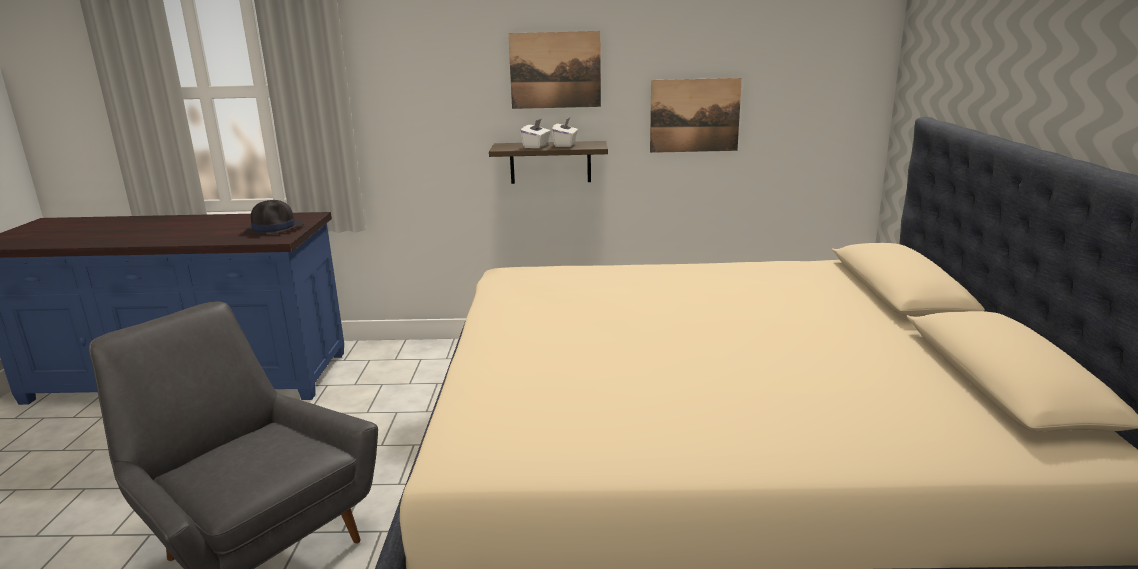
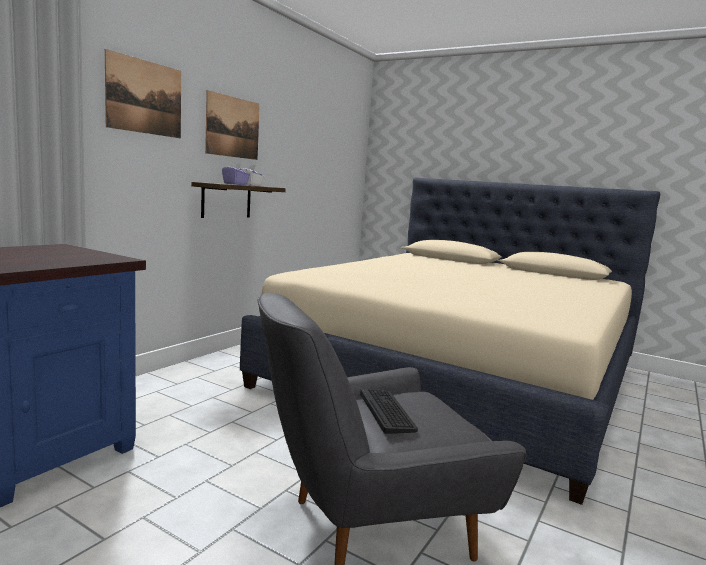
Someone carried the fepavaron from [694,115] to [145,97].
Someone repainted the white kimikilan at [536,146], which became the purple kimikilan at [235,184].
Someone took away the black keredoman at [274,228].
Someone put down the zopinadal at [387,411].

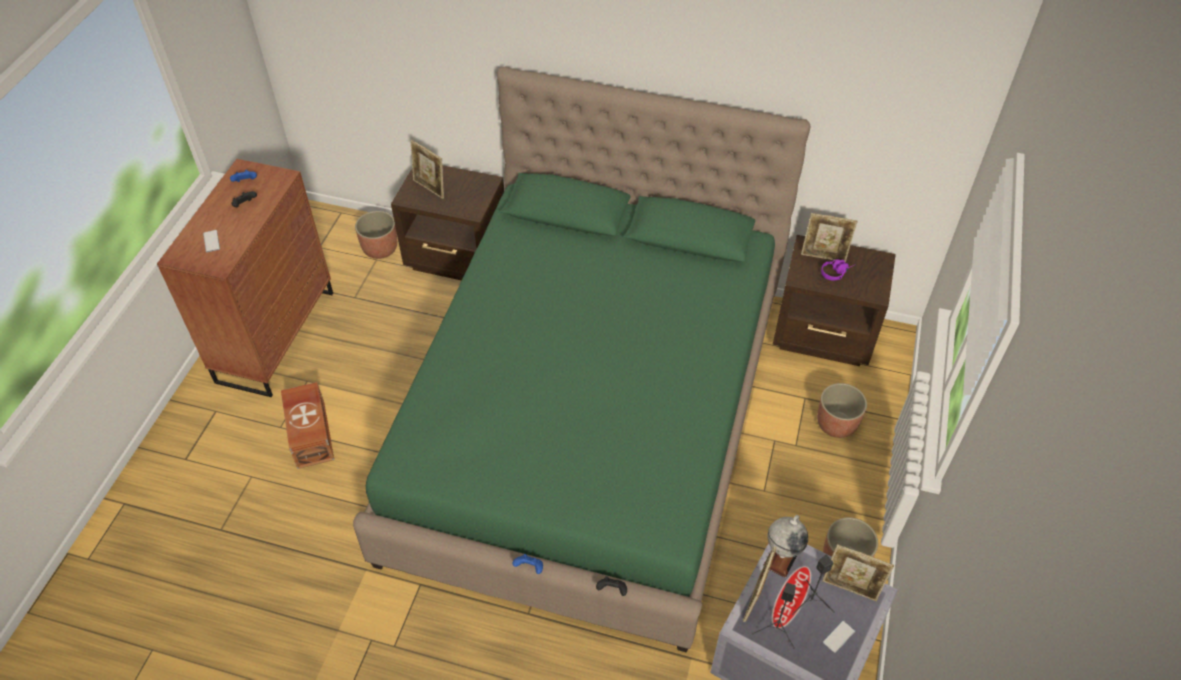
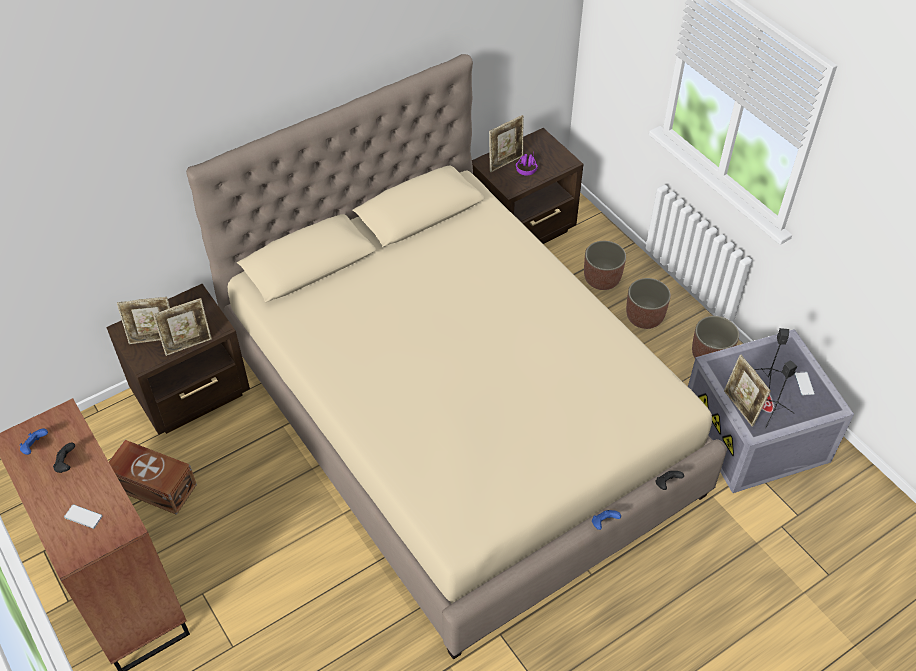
Someone repainted the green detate at [591,421], which became the beige detate at [457,416].
Someone carried the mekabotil from [380,248] to [644,317].
Someone carried the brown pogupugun from [312,434] to [154,485].
Someone took away the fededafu at [781,557].
Someone carried the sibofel from [850,588] to [188,345].

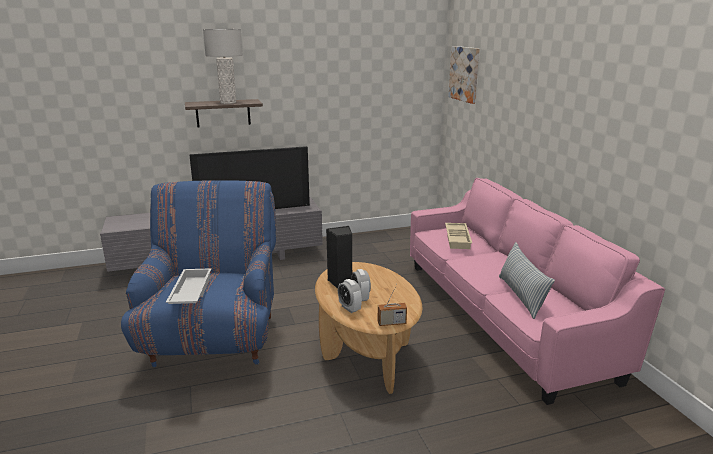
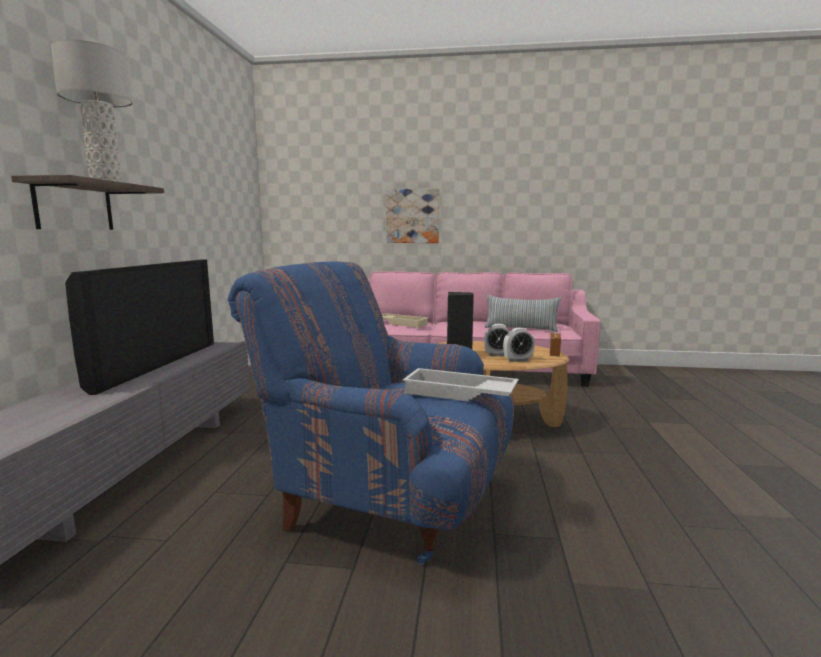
Someone carried the fepavaron from [464,74] to [412,216].

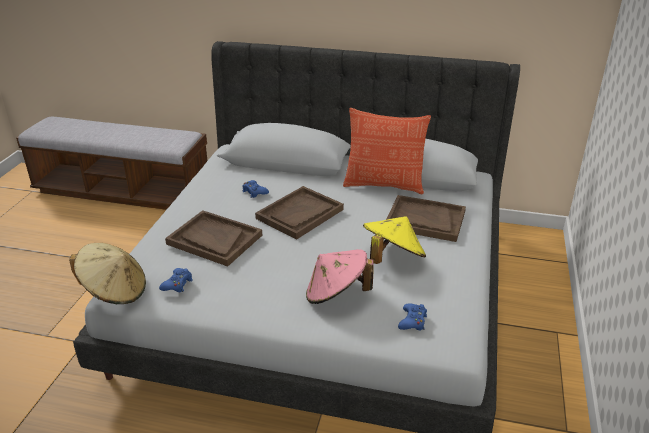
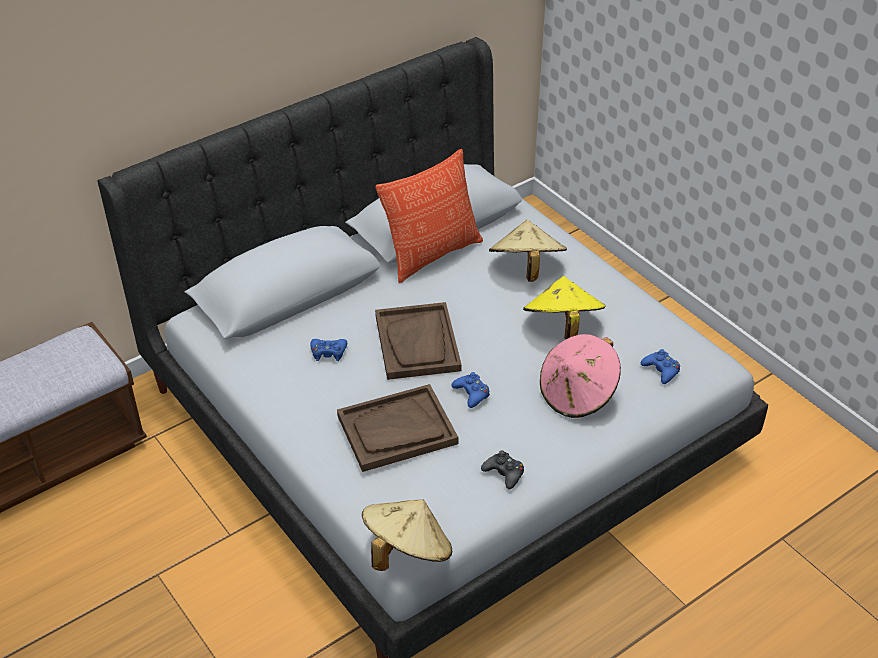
Someone swapped the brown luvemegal at [425,220] for the beige keredoman at [526,268].
Someone carried the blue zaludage from [177,284] to [471,393].
Someone put down the black zaludage at [504,473].

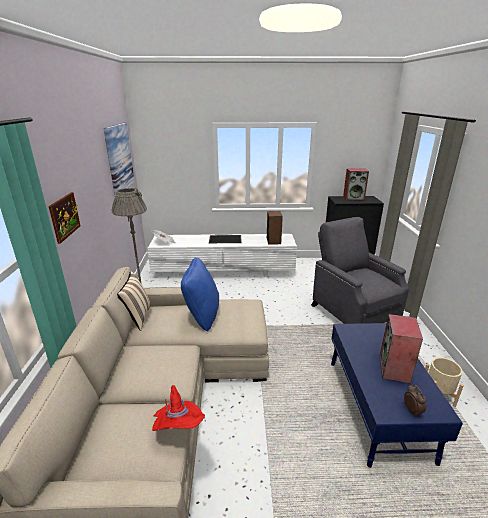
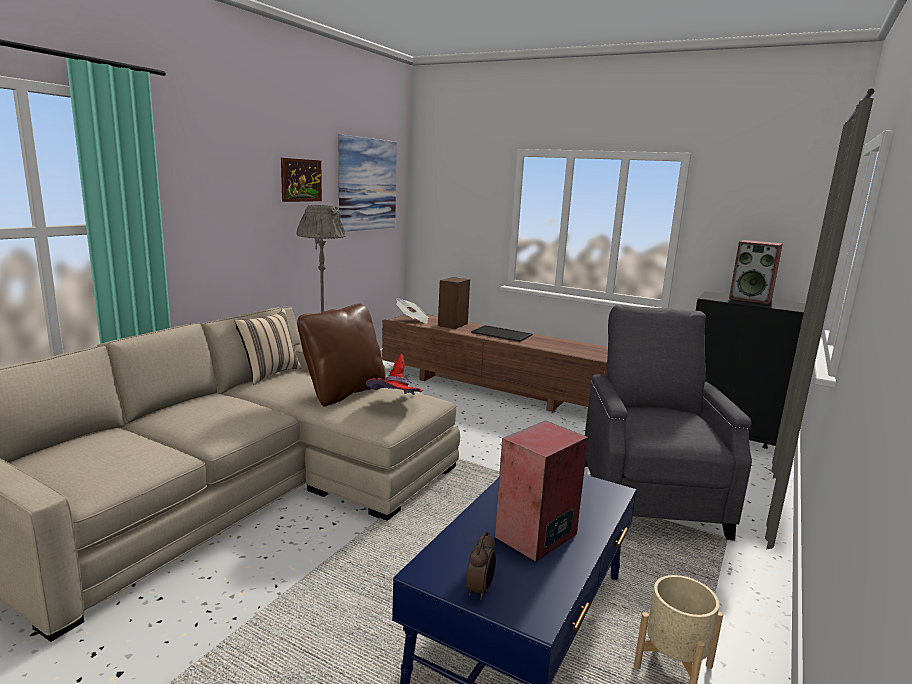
Someone carried the fepavaron from [64,217] to [301,180].
Someone carried the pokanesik from [273,241] to [453,324].
Someone repainted the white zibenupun at [224,271], which became the brown zibenupun at [493,388].
Someone repainted the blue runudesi at [202,315], which became the brown runudesi at [344,392].
Someone carried the red keredoman from [179,428] to [396,407].

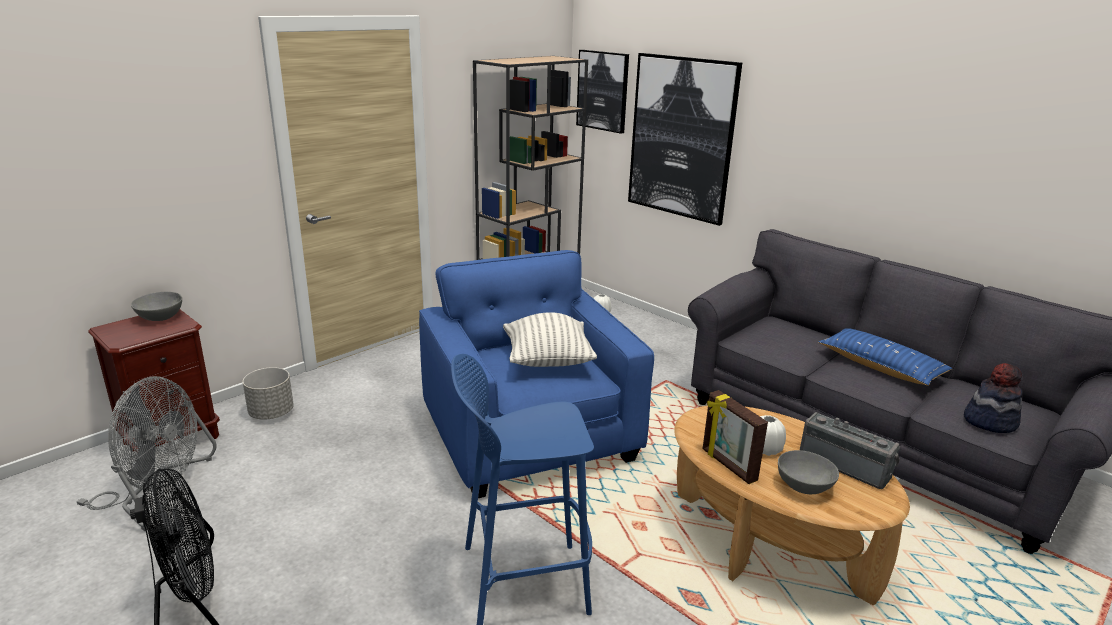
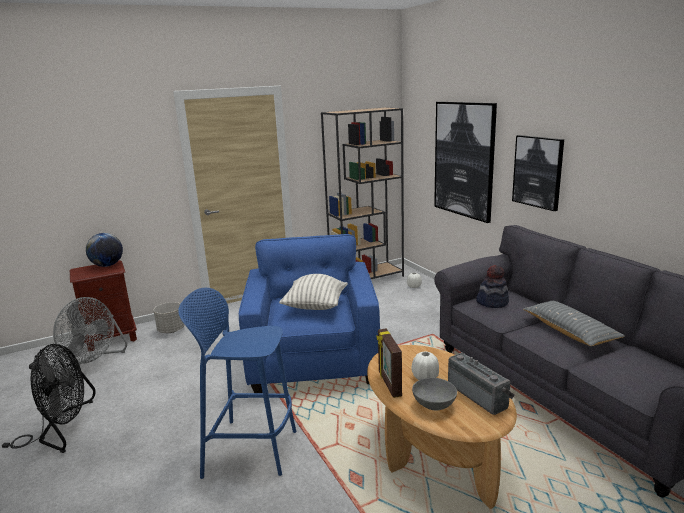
Someone carried the fepavaron from [603,91] to [538,171].
Someone swapped the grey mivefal at [160,317] for the fededafu at [107,265].
Someone repainted the blue runudesi at [880,366], which became the grey runudesi at [569,331].
Someone carried the keredoman from [989,421] to [492,302].

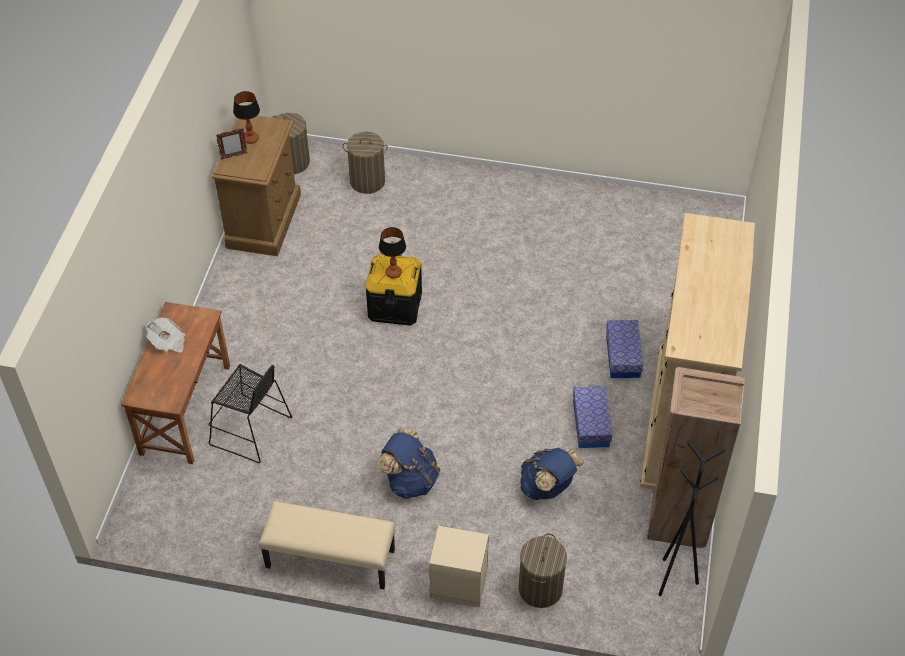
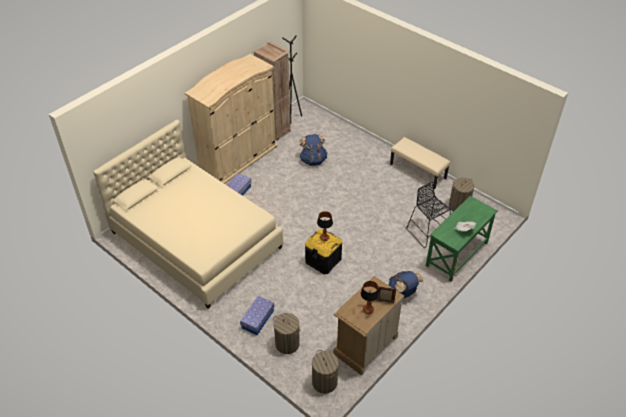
Someone repainted the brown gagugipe at [185,409], which became the green gagugipe at [457,254].
Someone carried the pogupugun from [590,424] to [258,319].
Someone carried the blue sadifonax from [410,480] to [402,293].
Someone took away the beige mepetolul at [457,583].
Someone carried the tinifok from [540,588] to [459,206].
Someone put down the beige detate at [196,239].

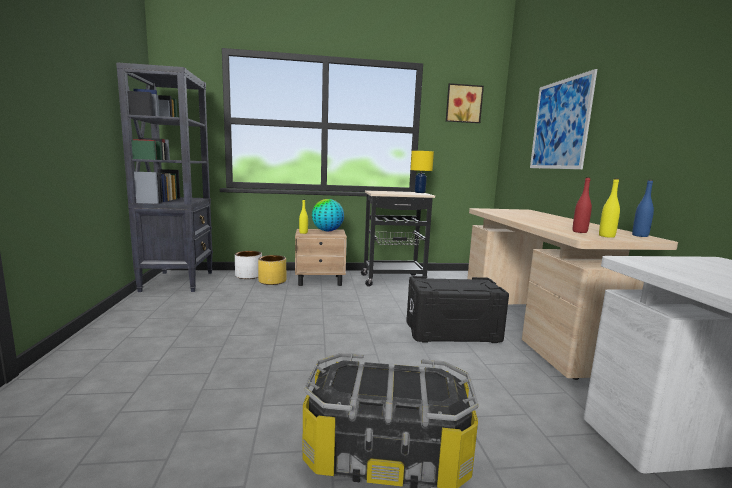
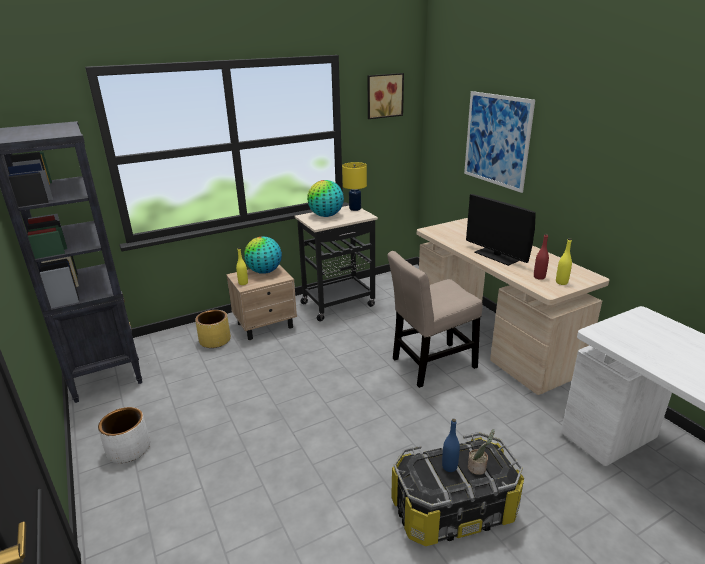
Someone carried the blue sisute from [640,236] to [449,467].
Someone carried the white mekabotil from [249,276] to [129,448].
Someone swapped the black pogupugun at [452,331] for the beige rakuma at [430,364].
Someone put down the fededafu at [326,216].
Someone put down the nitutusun at [496,256].
Someone put down the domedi at [478,468].

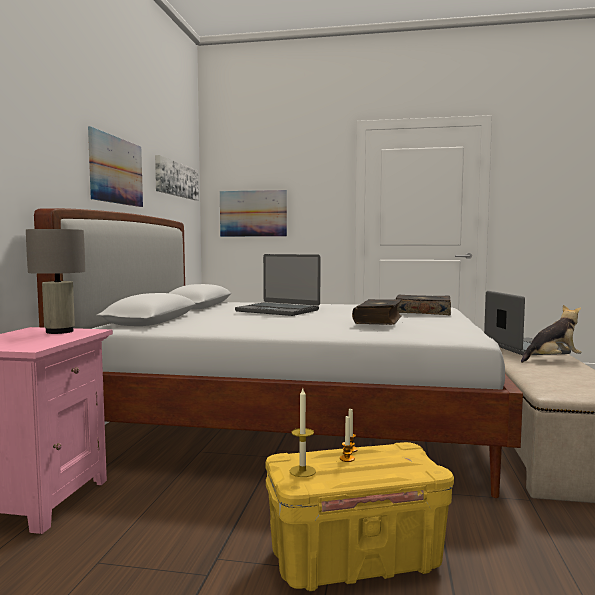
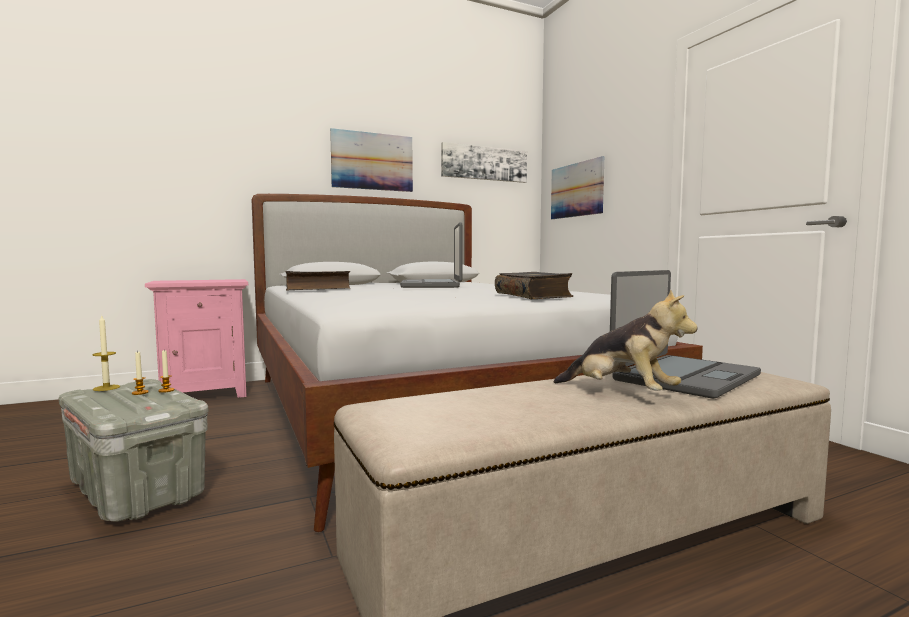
Someone took away the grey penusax at [60,332].
Someone carried the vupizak from [379,320] to [318,289].
Someone repainted the yellow pogupugun at [354,560], which became the grey pogupugun at [135,490].

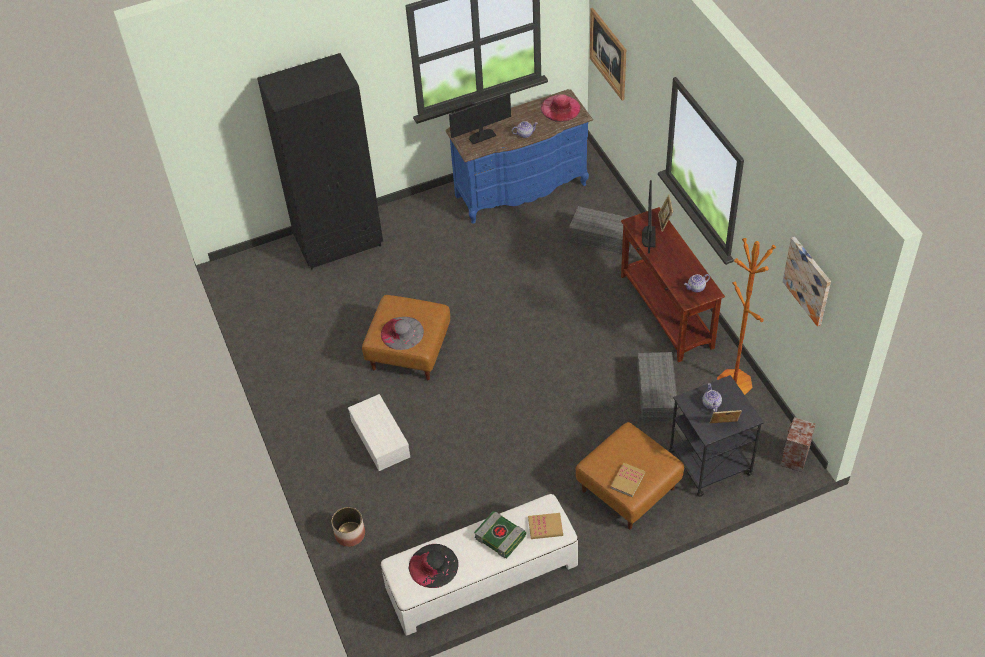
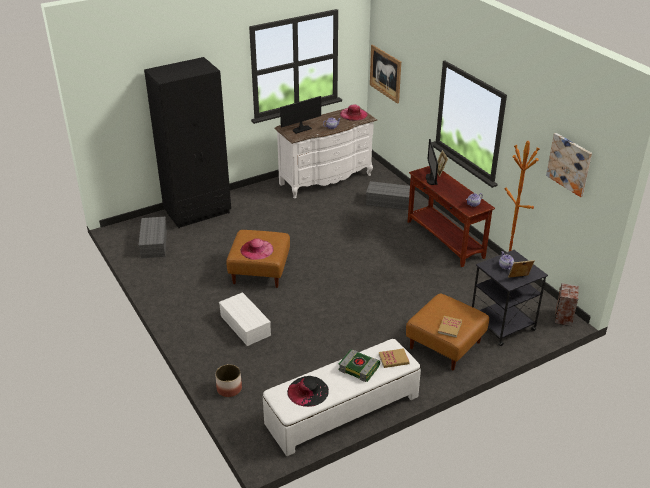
Someone repainted the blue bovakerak at [522,191], which became the white bovakerak at [327,180].
Someone repainted the grey keredoman at [402,333], which became the pink keredoman at [257,249].
Someone carried the grey pogupugun from [655,392] to [153,243].

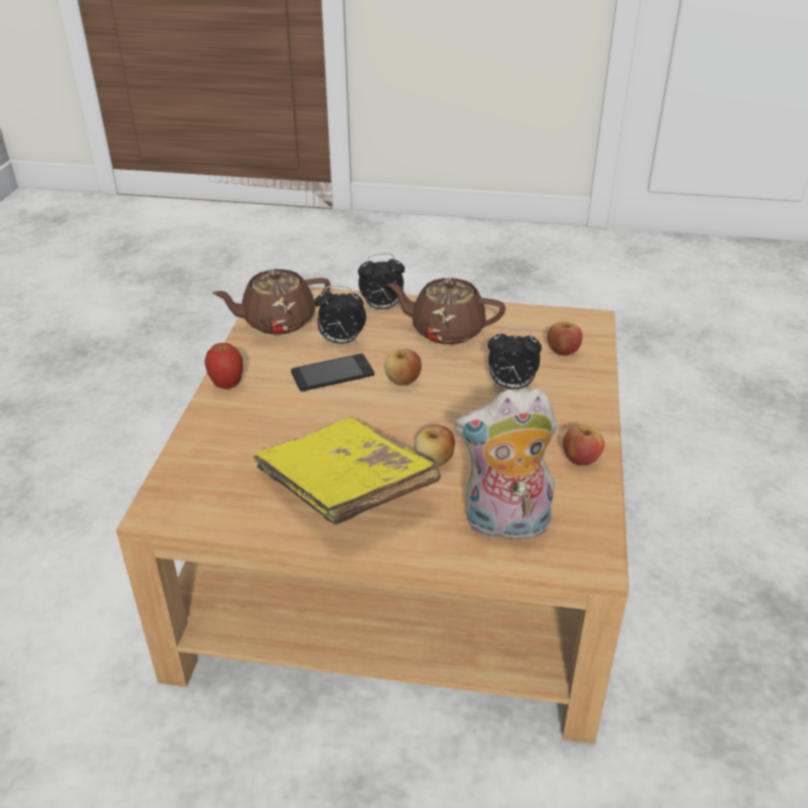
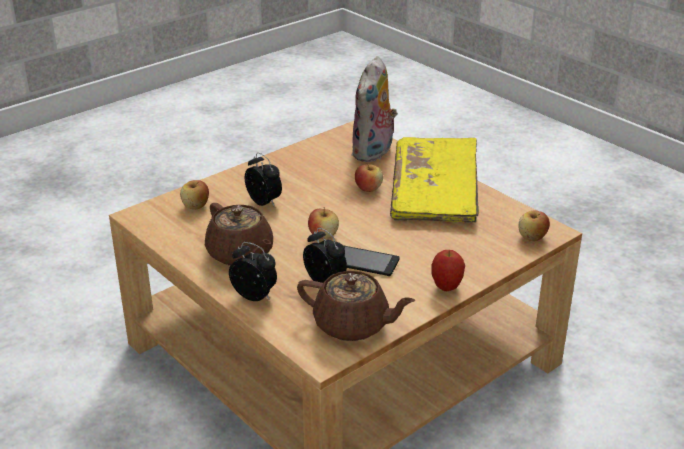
Someone rotated the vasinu at [505,526] by 75 degrees clockwise.
Someone carried the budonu from [580,459] to [532,237].

